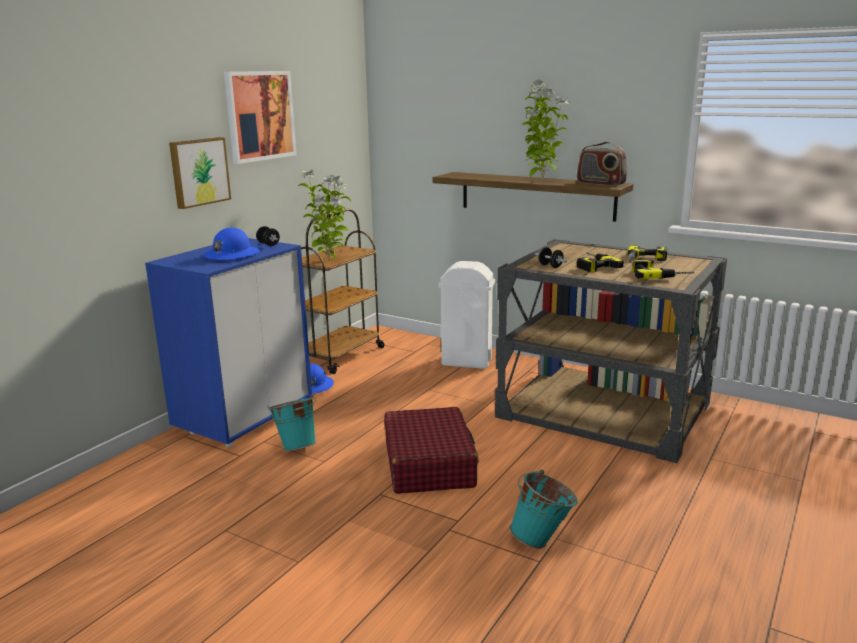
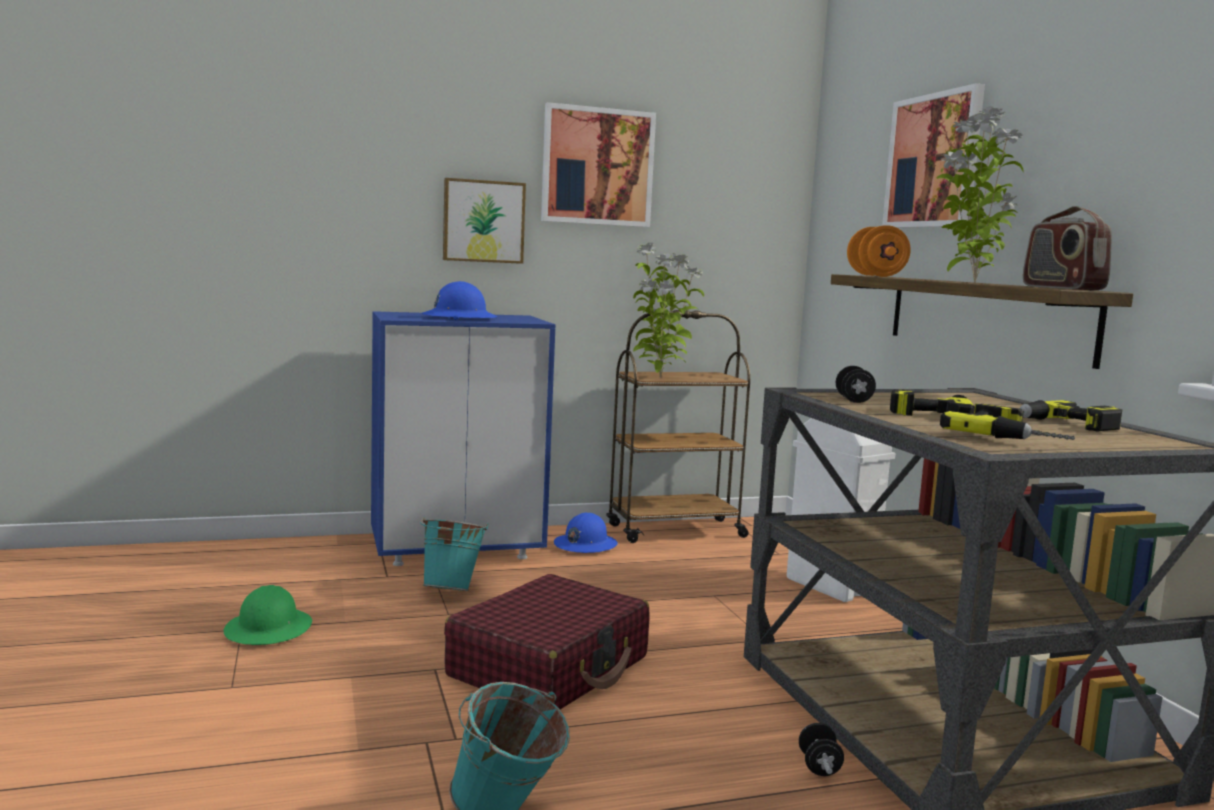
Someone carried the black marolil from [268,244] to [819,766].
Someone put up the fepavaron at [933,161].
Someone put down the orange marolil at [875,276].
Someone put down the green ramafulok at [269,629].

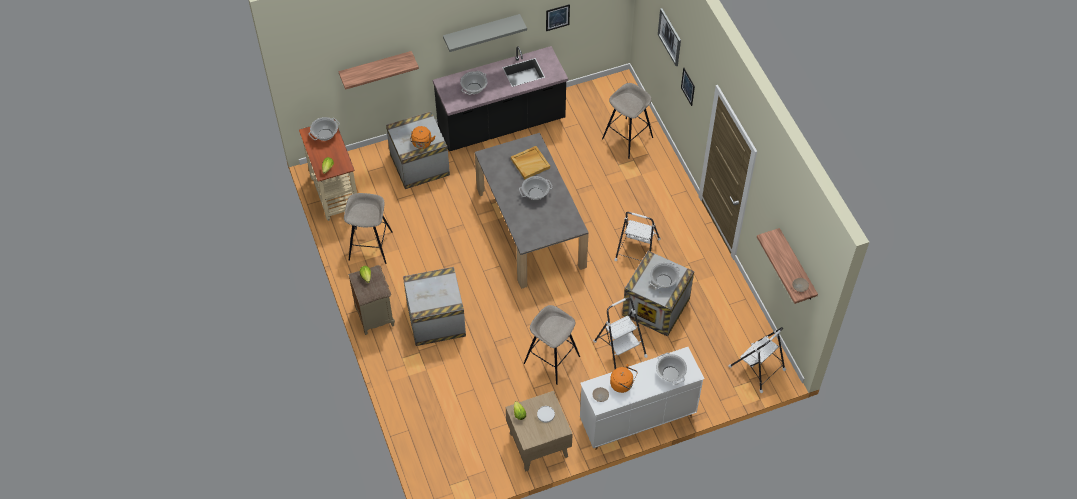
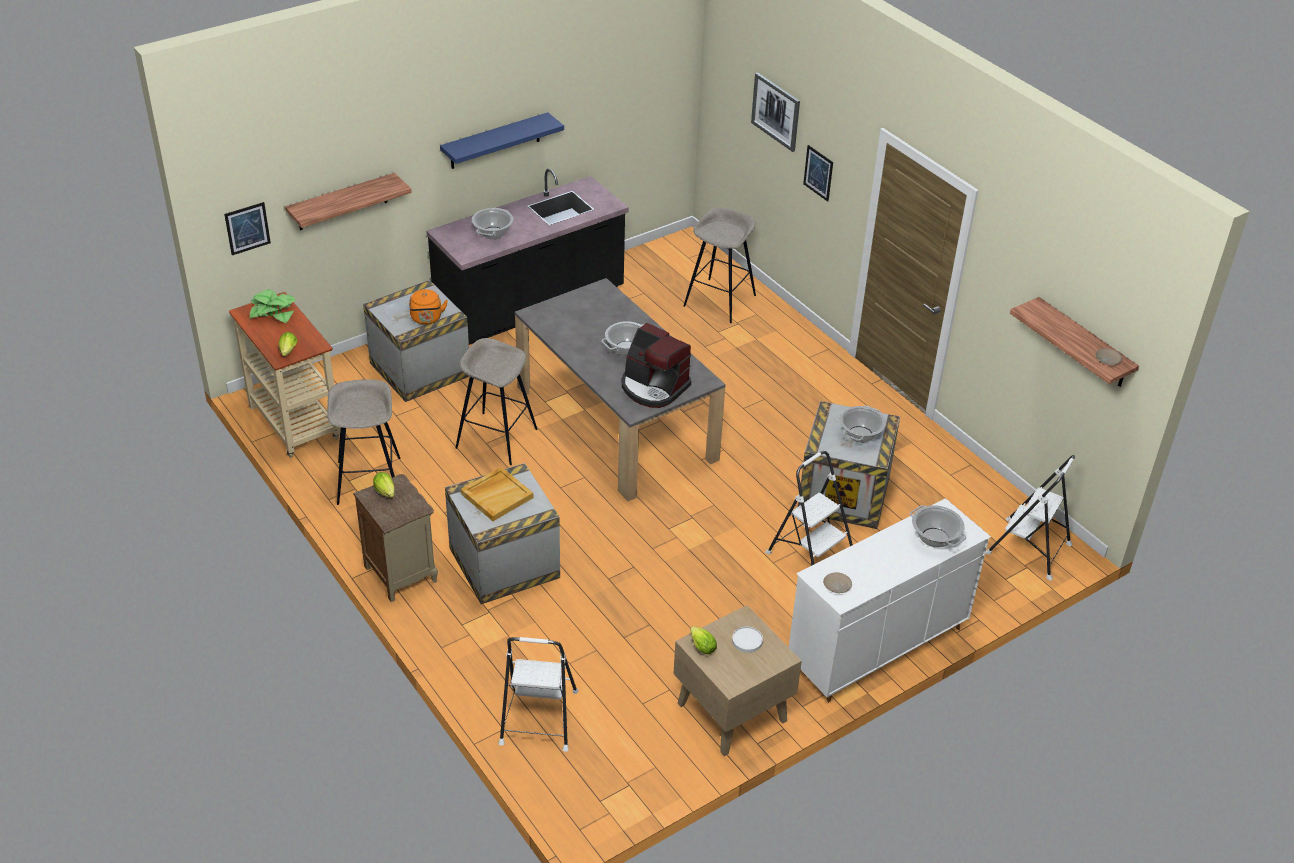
Someone carried the fepavaron from [557,17] to [247,228].
Someone repainted the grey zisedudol at [481,31], which became the blue zisedudol at [495,141].
Someone swapped the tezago at [325,134] for the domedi at [273,311].
Someone carried the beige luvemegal from [530,163] to [497,495].
Someone carried the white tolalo from [637,250] to [538,719].
Someone carried the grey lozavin from [552,359] to [496,438].
Someone took away the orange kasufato at [623,384].
Someone put down the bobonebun at [653,387].

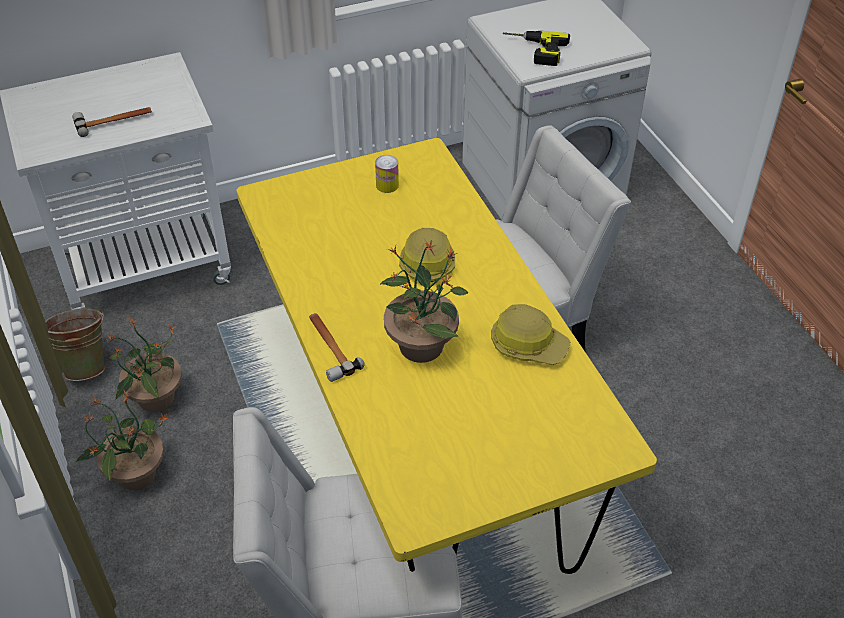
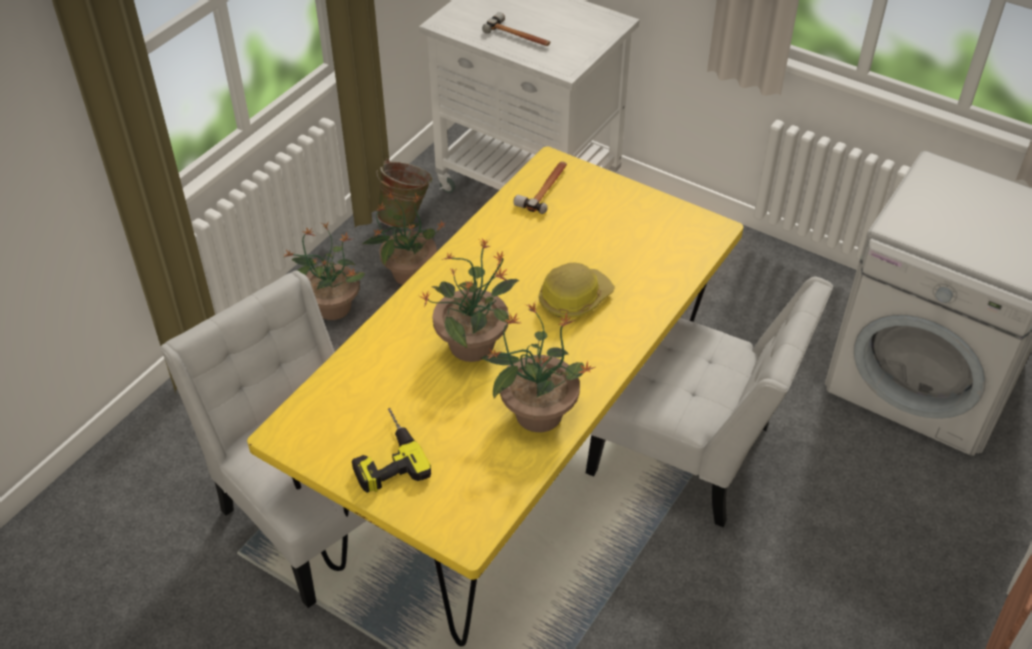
Someone carried the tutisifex from [533,51] to [384,455].
Someone took away the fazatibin at [387,185].
Someone swapped the ramafulok at [528,344] for the domedi at [537,413].
Someone carried the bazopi from [329,347] to [545,188].

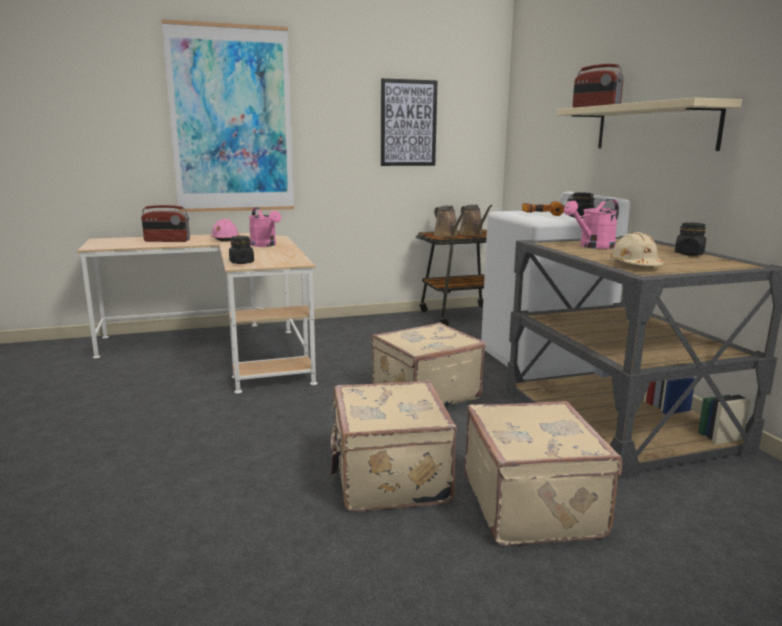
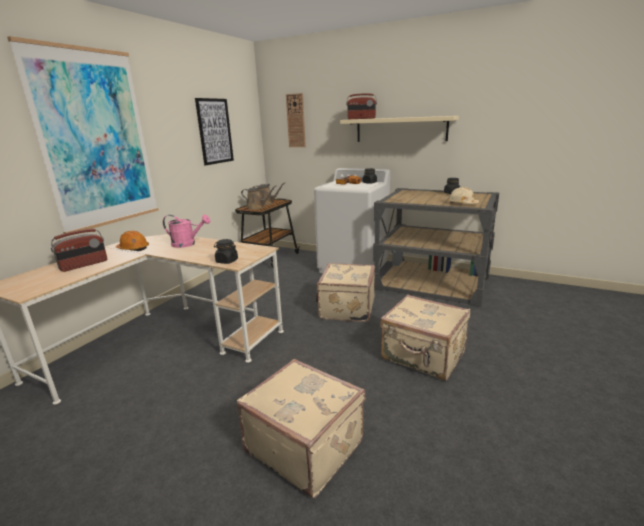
Someone took away the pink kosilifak at [592,246].
Someone repainted the pink ramafulok at [225,239], which became the orange ramafulok at [133,249].
Someone carried the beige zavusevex from [534,505] to [305,445].
Someone put up the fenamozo at [296,121].

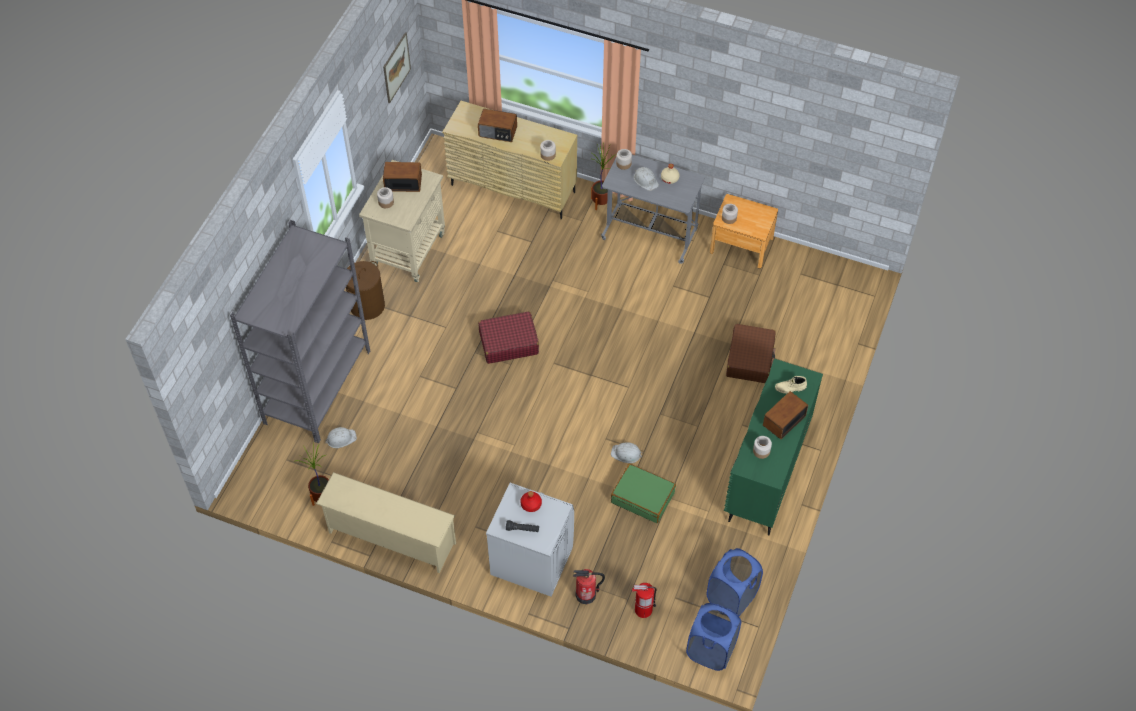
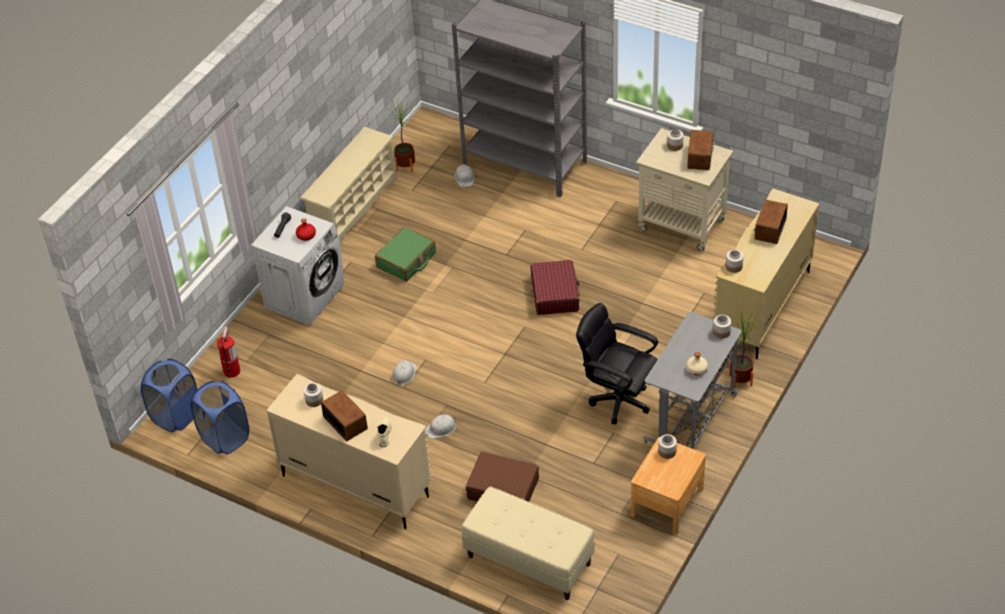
Someone took away the fepavaron at [396,67].
Someone carried the white ramafulok from [645,180] to [441,428].
Someone took away the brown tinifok at [367,306].
Someone repainted the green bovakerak at [767,472], which became the beige bovakerak at [356,485].
Someone carried the green zavusevex from [643,497] to [406,261].
Someone took away the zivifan at [586,595].
Someone put down the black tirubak at [616,402].
Someone put down the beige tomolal at [528,560].

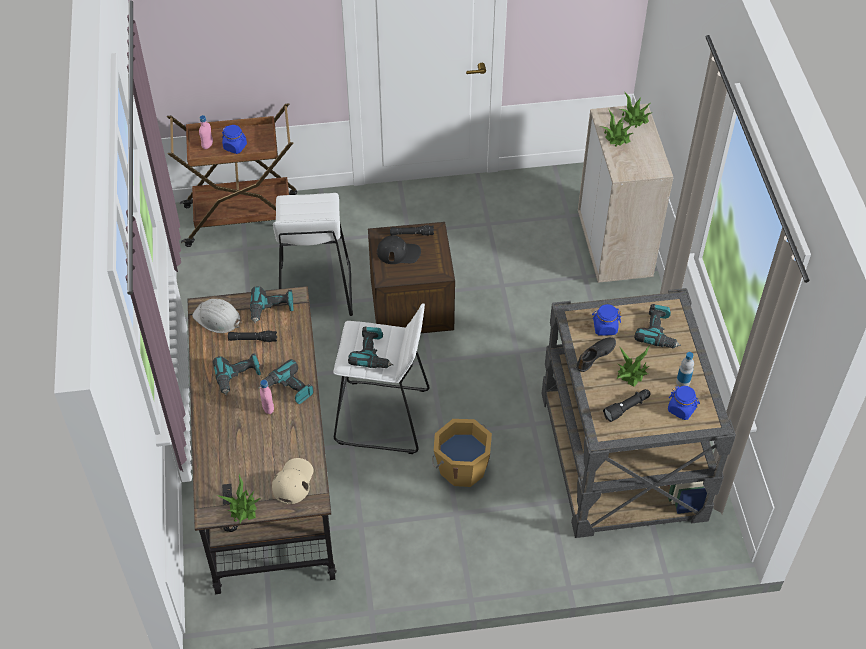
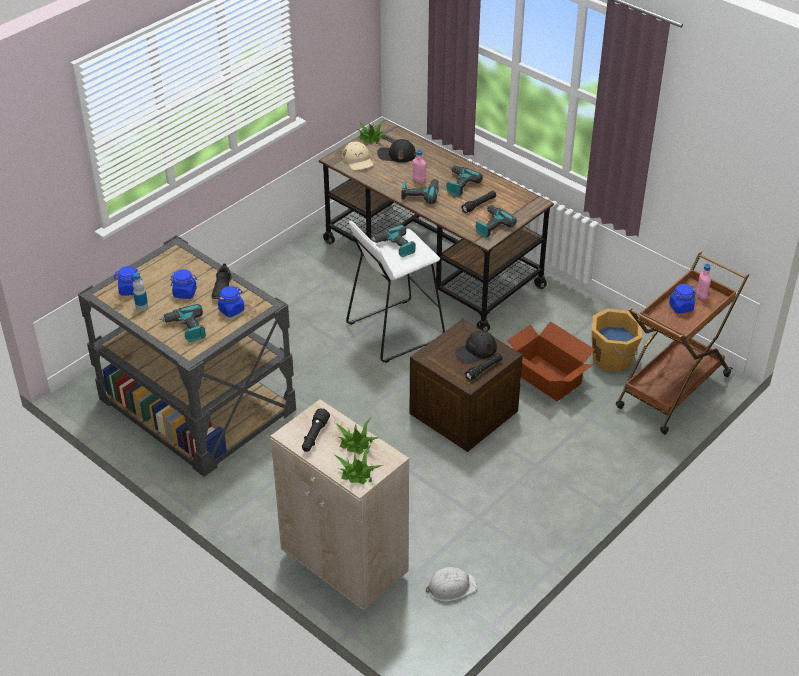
Someone swapped the white lozavin at [314,290] for the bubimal at [547,377].
Someone carried the white ramafulok from [217,318] to [451,587].
Someone swapped the domedi at [632,373] for the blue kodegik at [185,293].
Someone carried the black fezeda from [627,408] to [314,436].
Someone carried the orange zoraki from [461,467] to [613,358].
Someone put down the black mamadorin at [396,154].

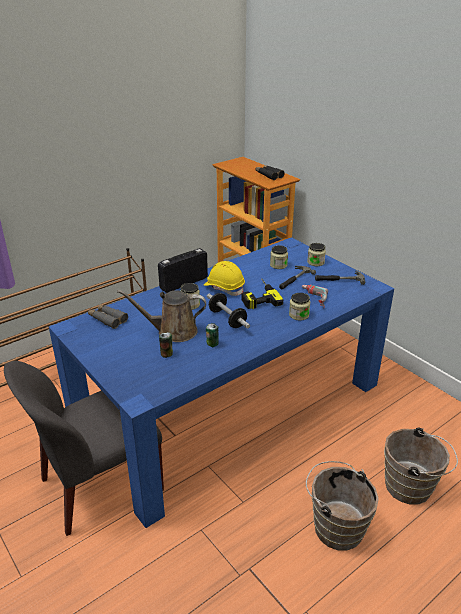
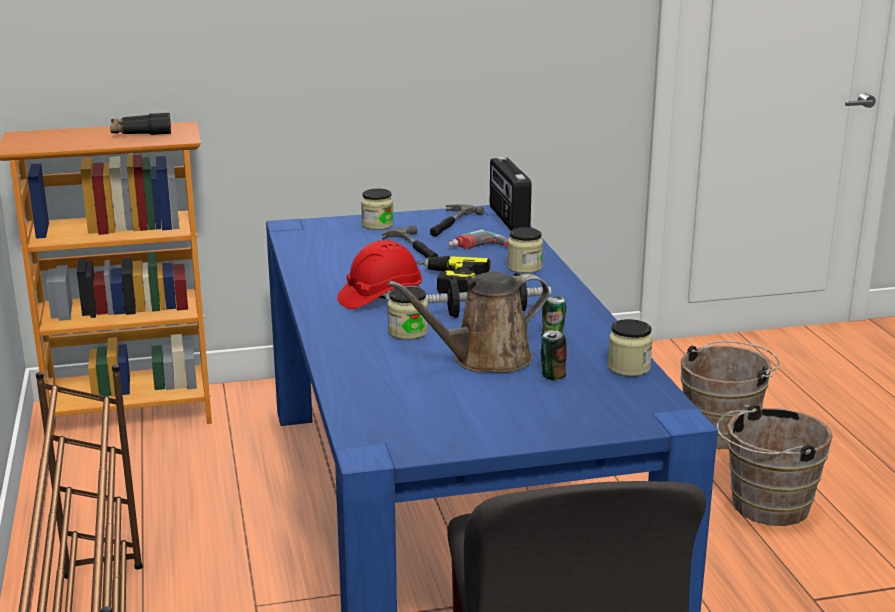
Someone carried the kodegik from [278,265] to [628,368].
Someone carried the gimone from [183,283] to [508,218].
Someone repainted the yellow ramafulok at [224,288], which became the red ramafulok at [380,297].
Someone rotated the brown kosilifak at [173,331] by 45 degrees clockwise.
Someone took away the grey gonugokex at [107,319].

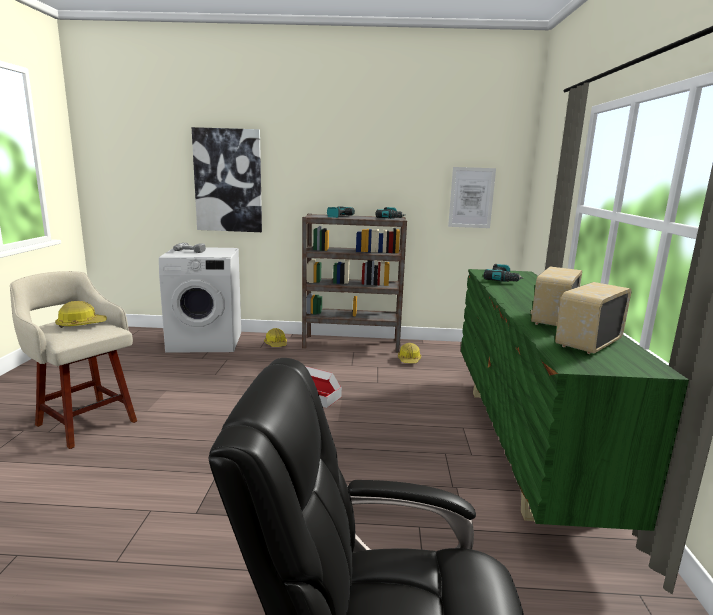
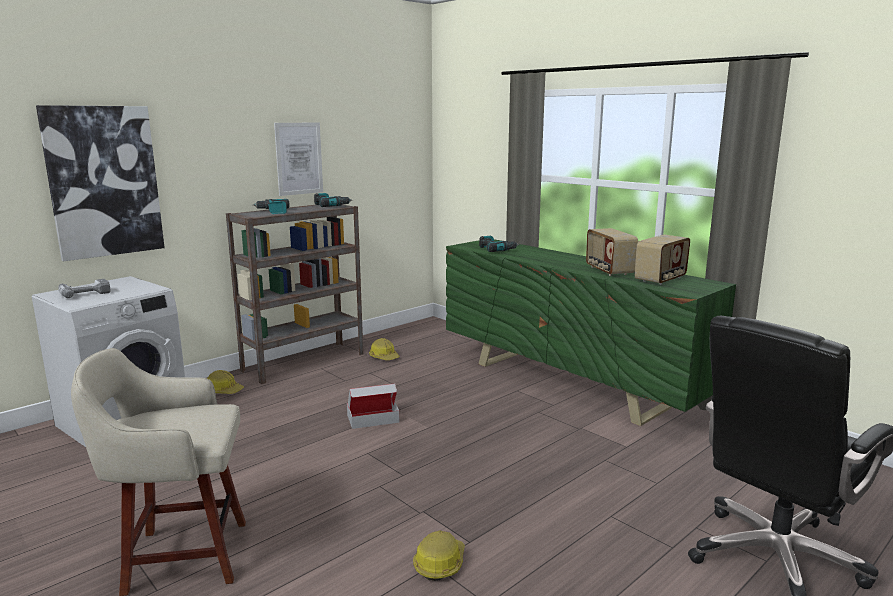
Someone carried the fepavaron from [471,197] to [299,158].
Someone rotated the gimone at [587,344] by 135 degrees counterclockwise.
Someone carried the ramafulok from [81,324] to [439,563].

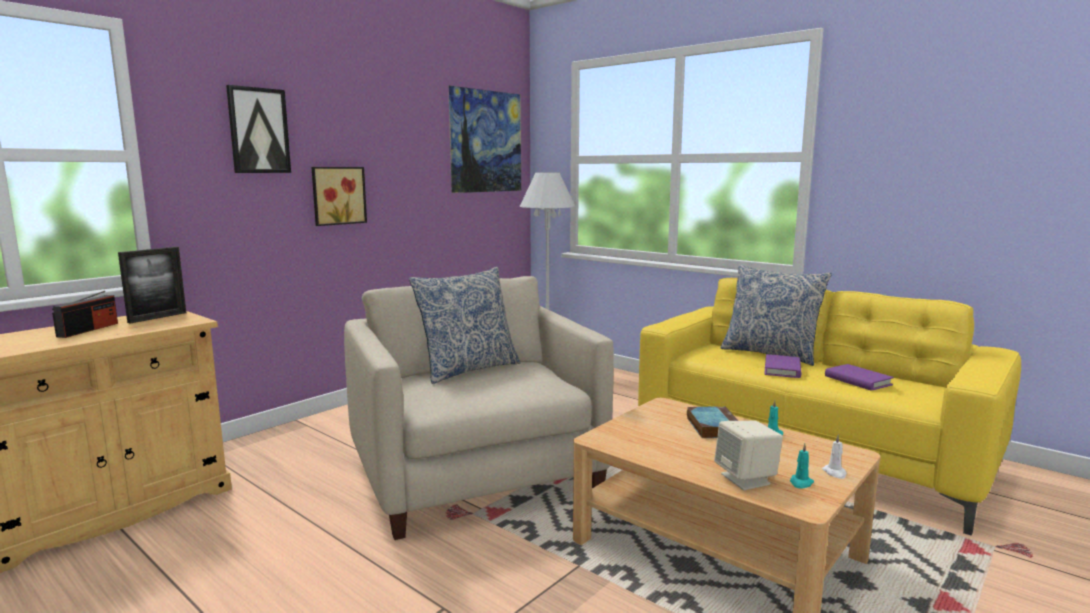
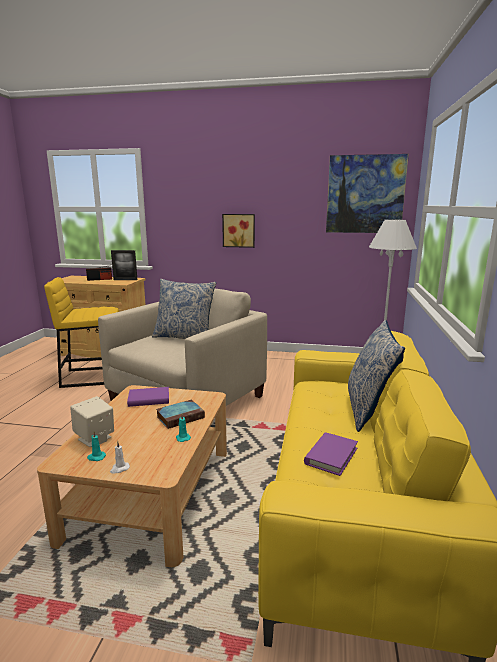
Someone took away the fepavaron at [258,130].
Someone carried the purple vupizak from [782,369] to [149,399].
Someone put down the yellow lozavin at [93,376].

